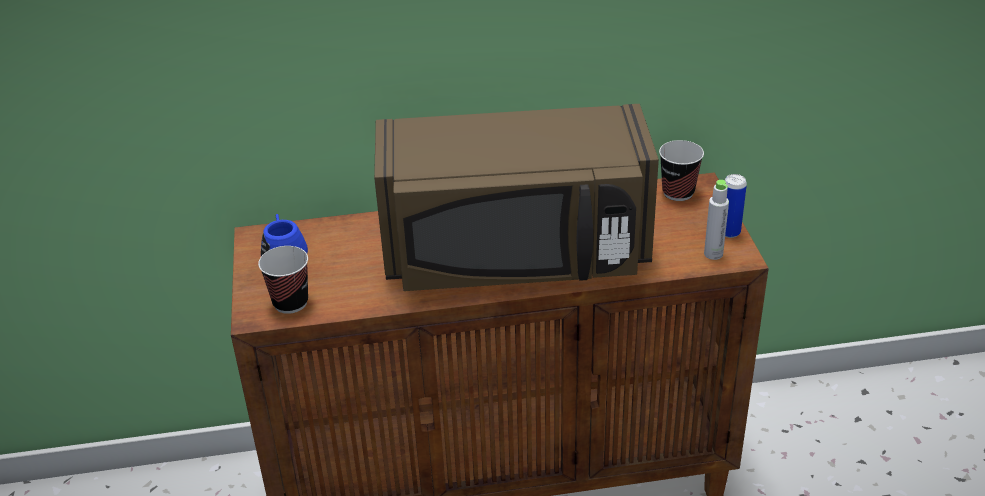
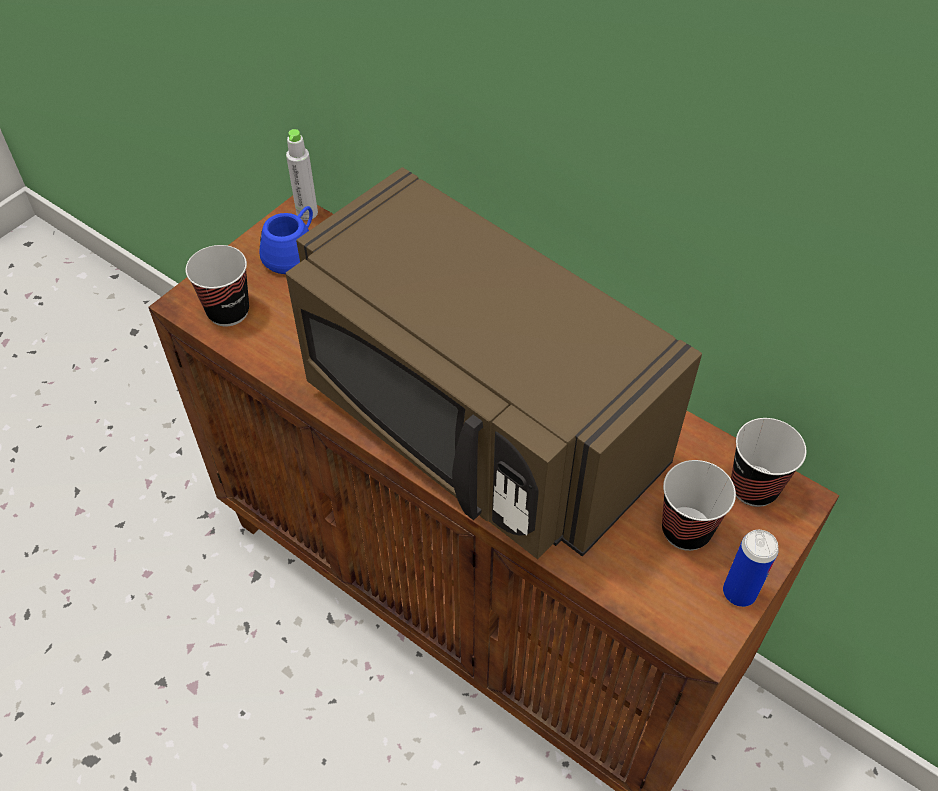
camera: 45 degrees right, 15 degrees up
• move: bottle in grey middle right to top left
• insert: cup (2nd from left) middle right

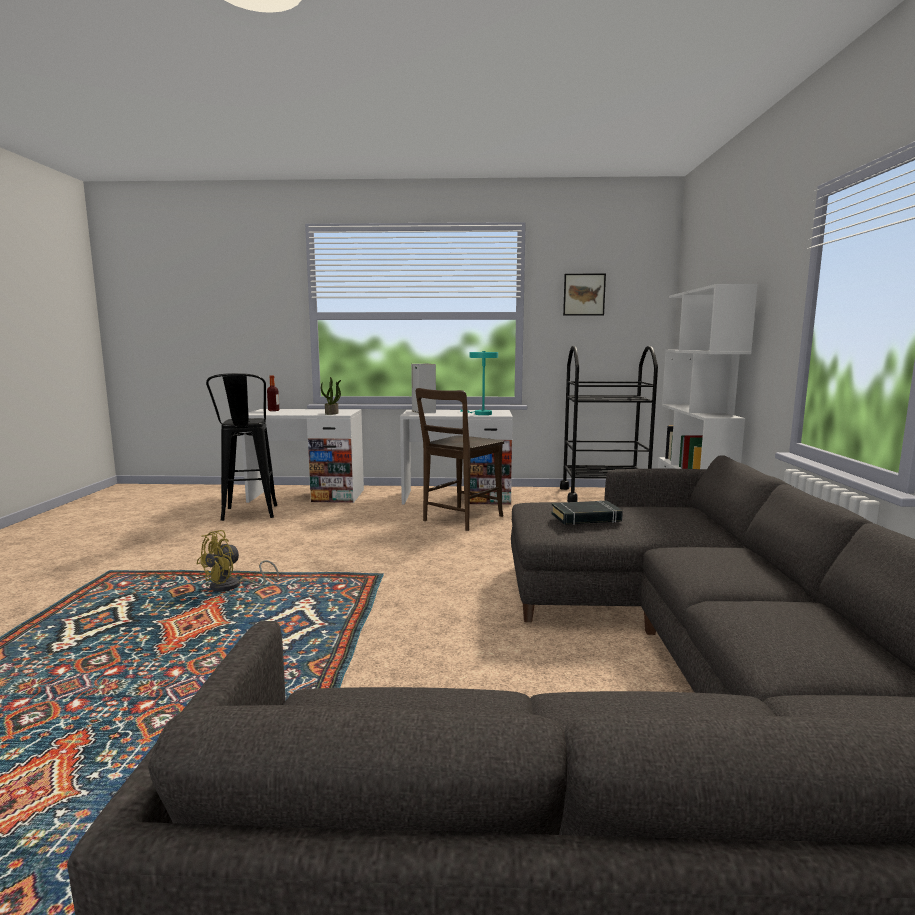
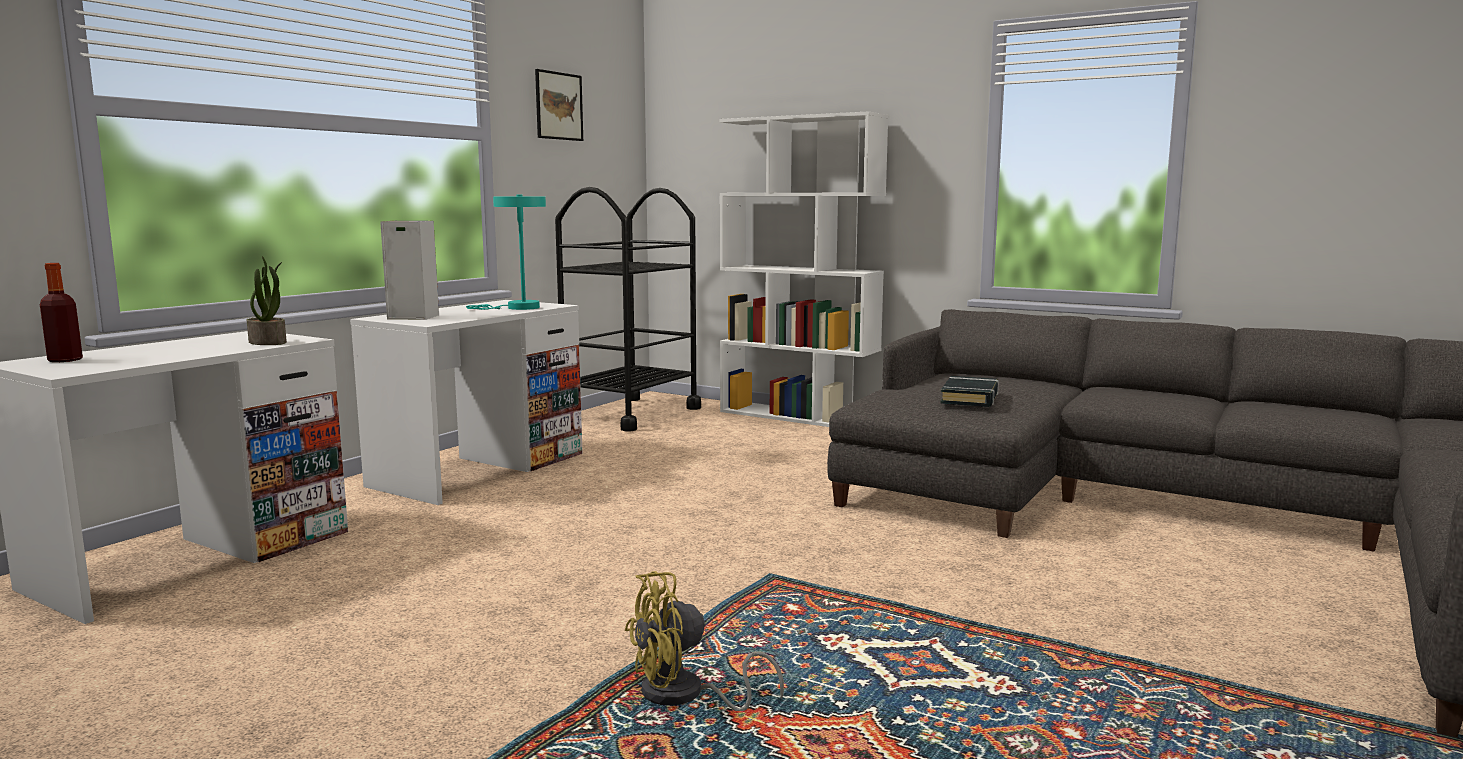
camera: 60 degrees left, 0 degrees up
• rotate: fan in yellow middle left = bottom centre 90 degrees clockwise
• delete: stool in black middle left
• delete: chair in brown centre

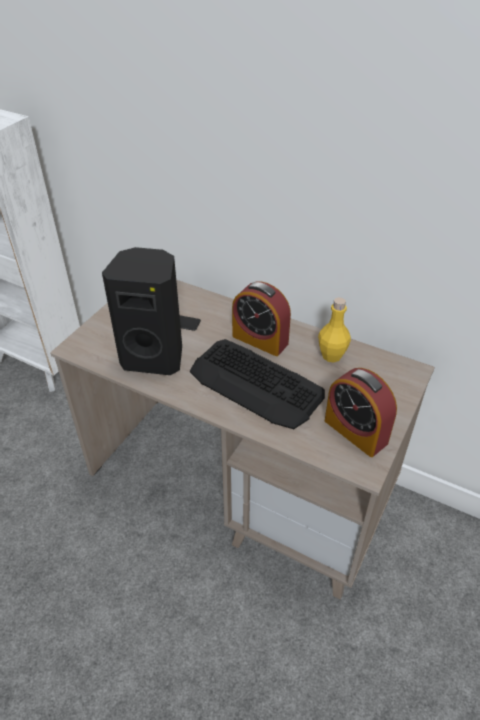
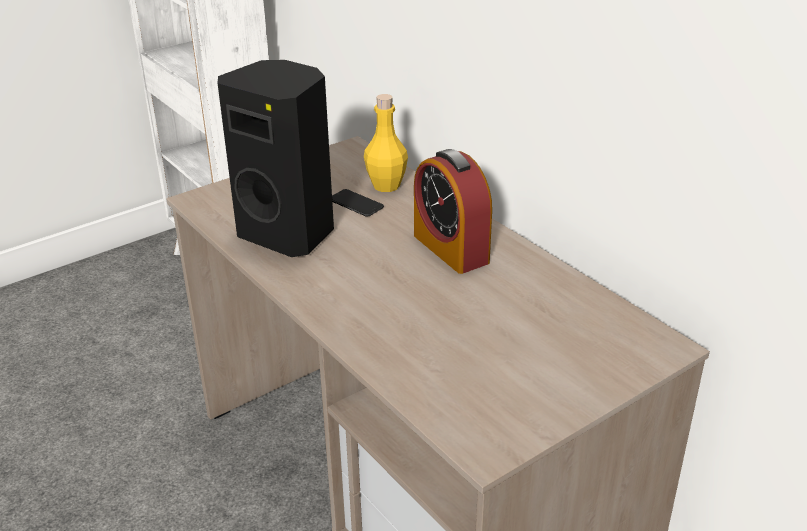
camera: 25 degrees right, 10 degrees down
• delete: keyboard centre
• move: bottle in yellow middle right to top centre
• delete: alarm clock (2nd from left) middle right

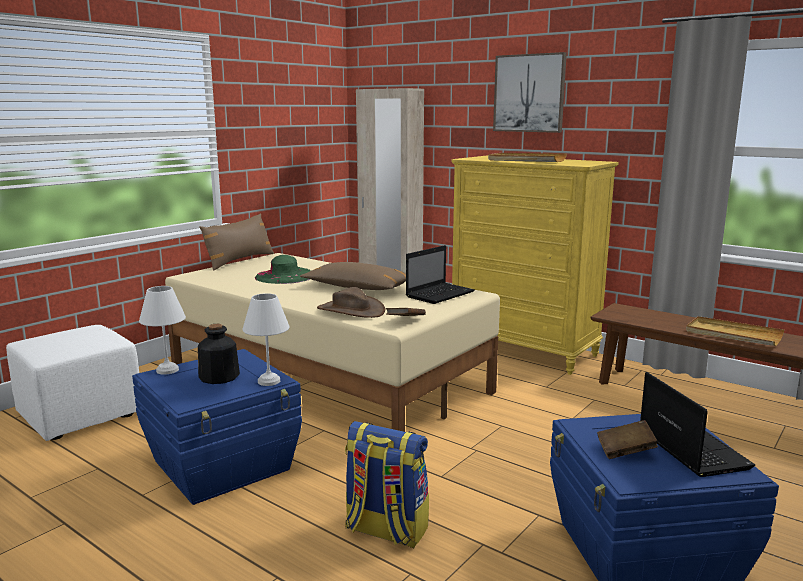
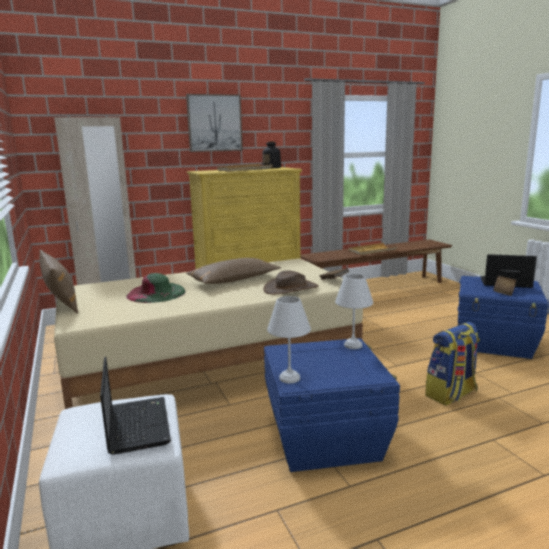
camera: 60 degrees left, 0 degrees up
• move: bottle middle left to top centre
• move: laptop (1st from left) centre to bottom left

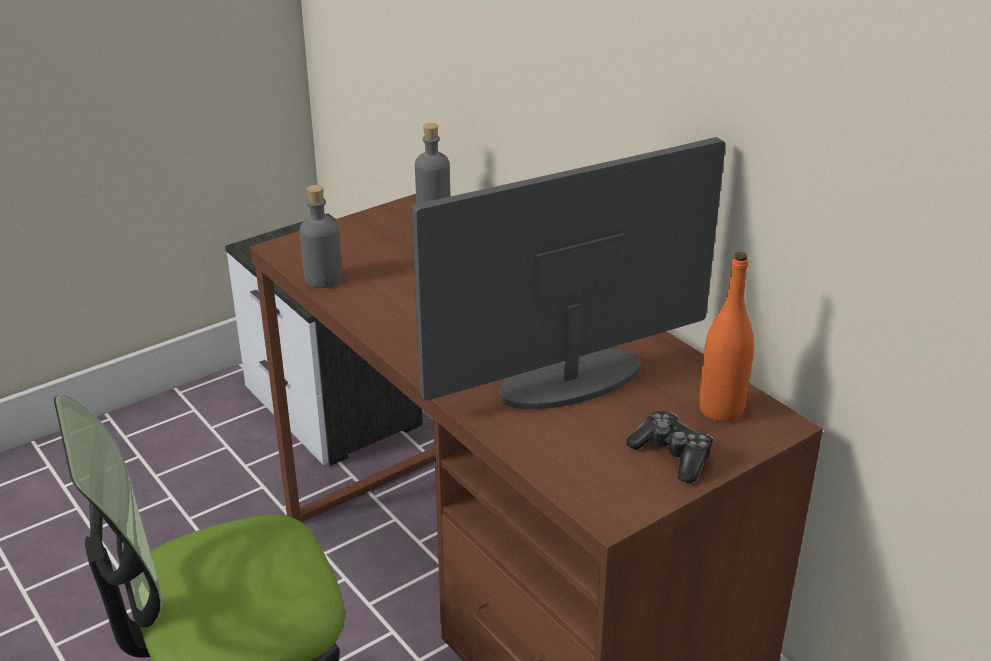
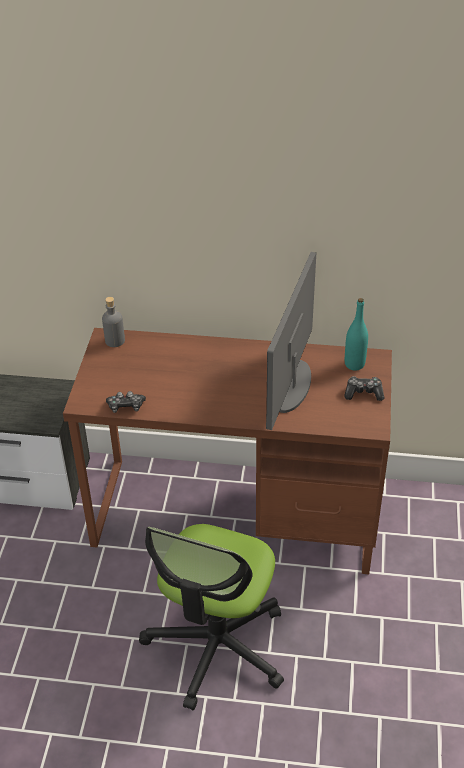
camera: 45 degrees left, 10 degrees up
• replace: bottle in grey (1st from left) middle left to game controller (1st from left) middle left
• recolor: bottle in orange middle right to bottle in turquoise middle right

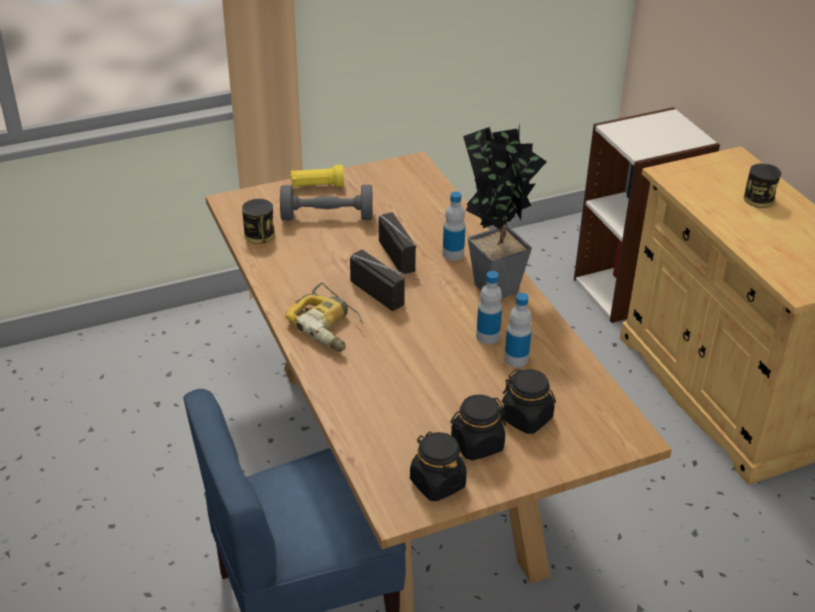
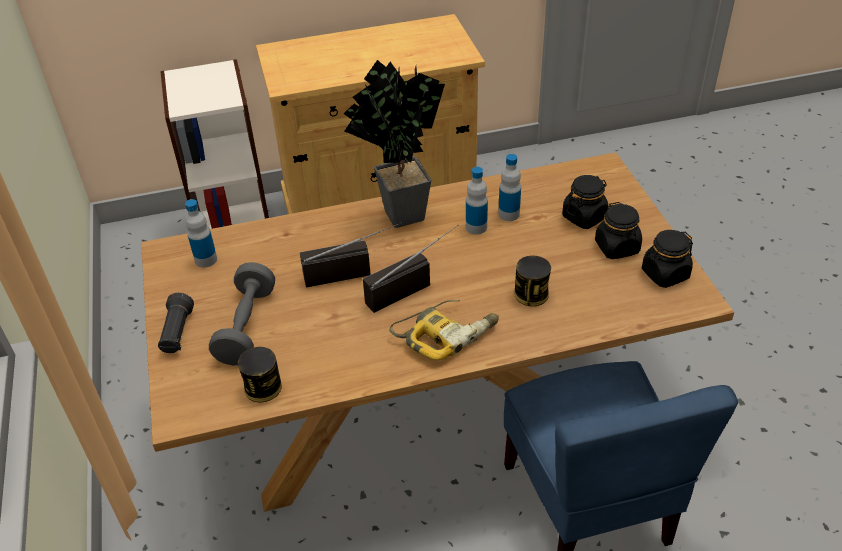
camera: 80 degrees left, 5 degrees up
• recolor: flashlight in yellow top centre to flashlight in black middle left
• move: bottle (1st from left) centre to middle left
• move: can (2nd from left) top right to centre

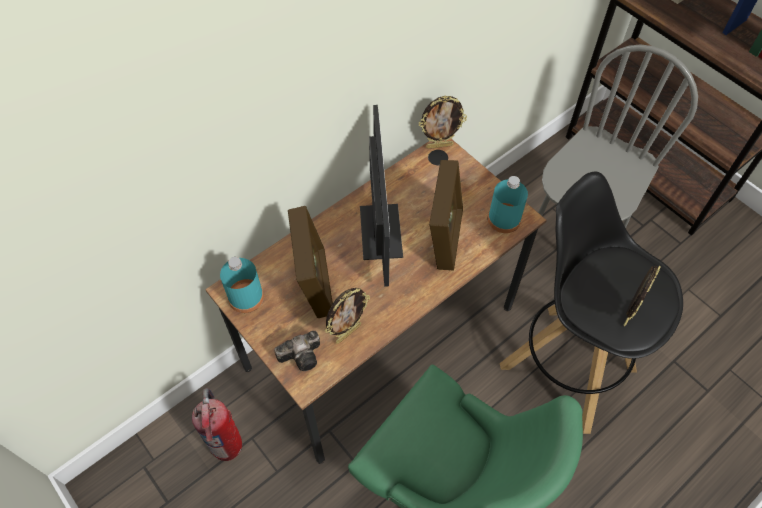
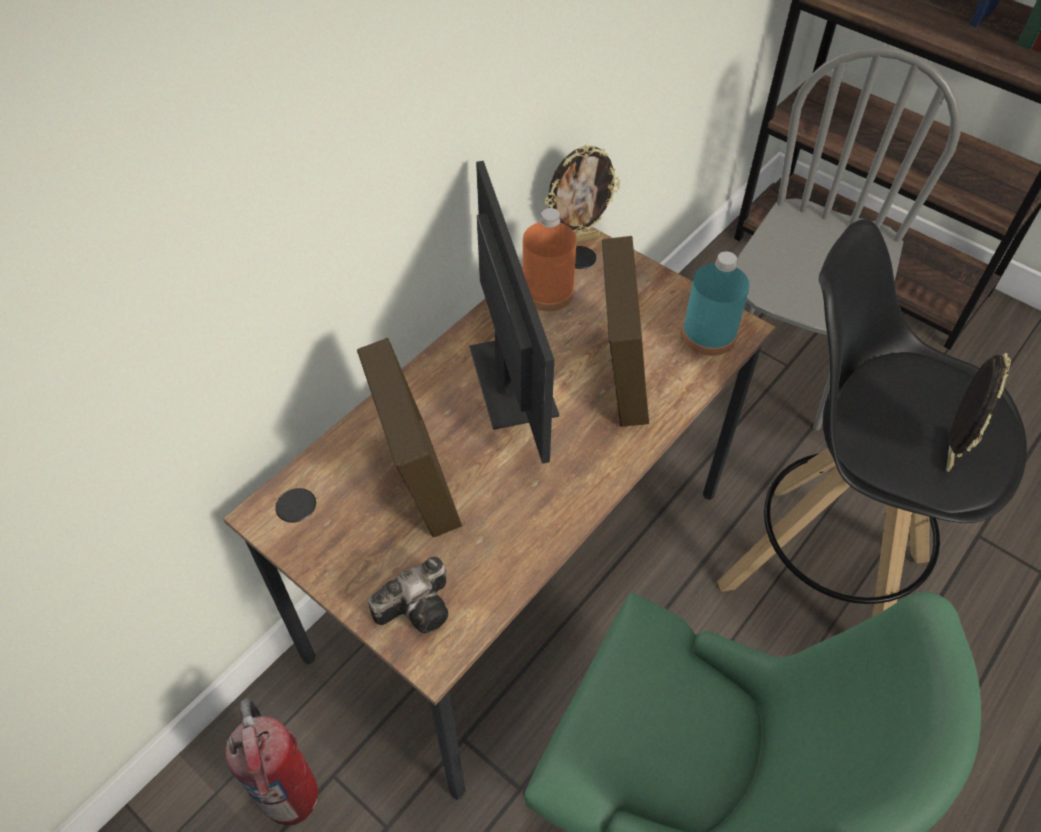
camera: 10 degrees left, 5 degrees down
• delete: bottle in turquoise (1st from left) middle left
• delete: picture frame (2nd from left) centre
• insert: bottle in orange top centre

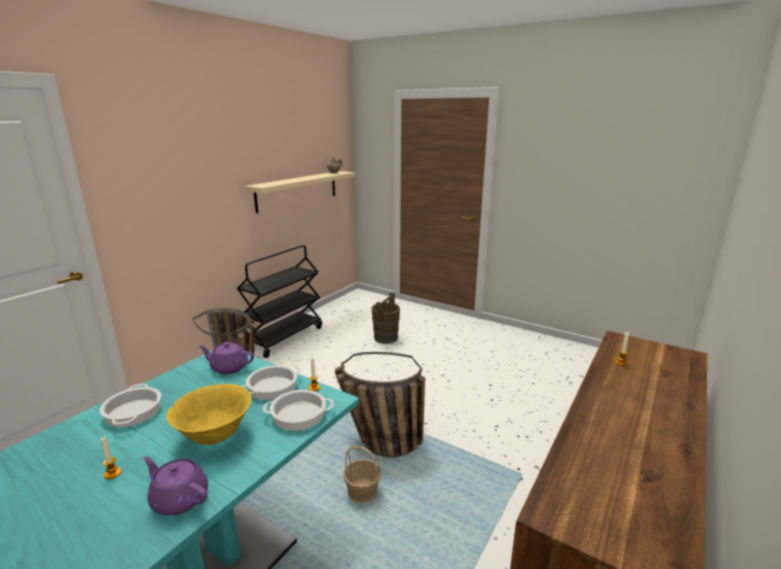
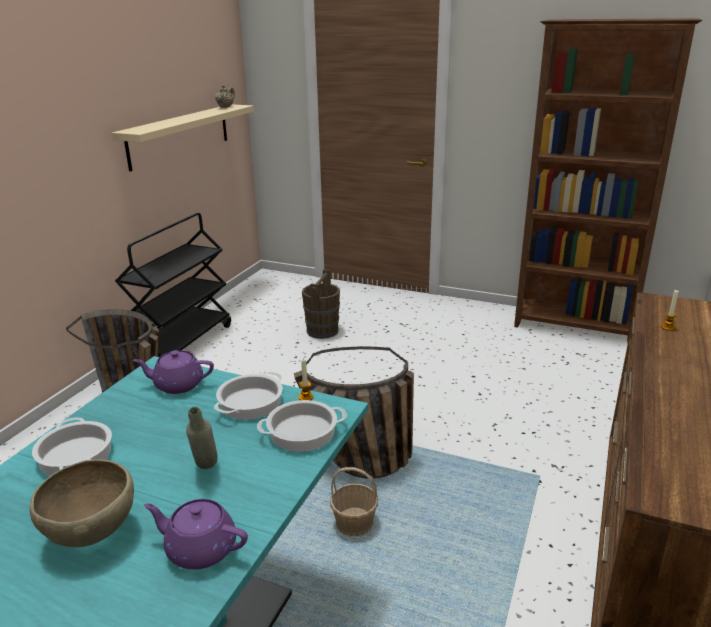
camera: 10 degrees left, 5 degrees up
• replace: candle (1st from left) bottom left to bowl in brown bottom left
• replace: bowl in yellow bottom left to bottle in grey bottom left
• insert: bookcase in brown top right

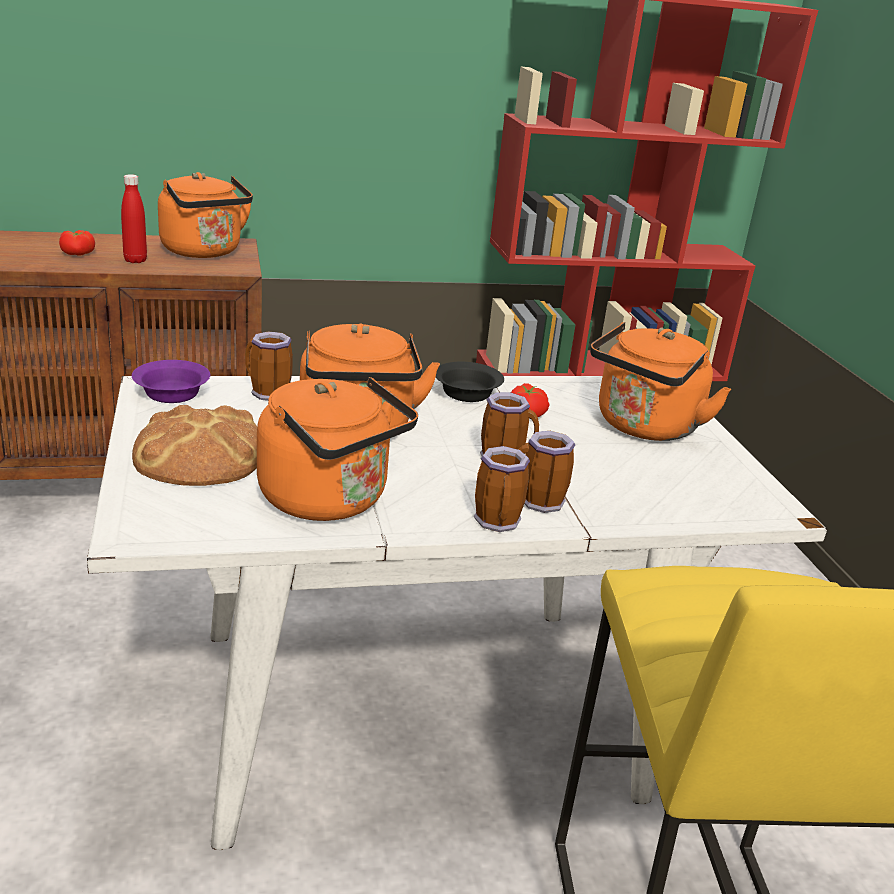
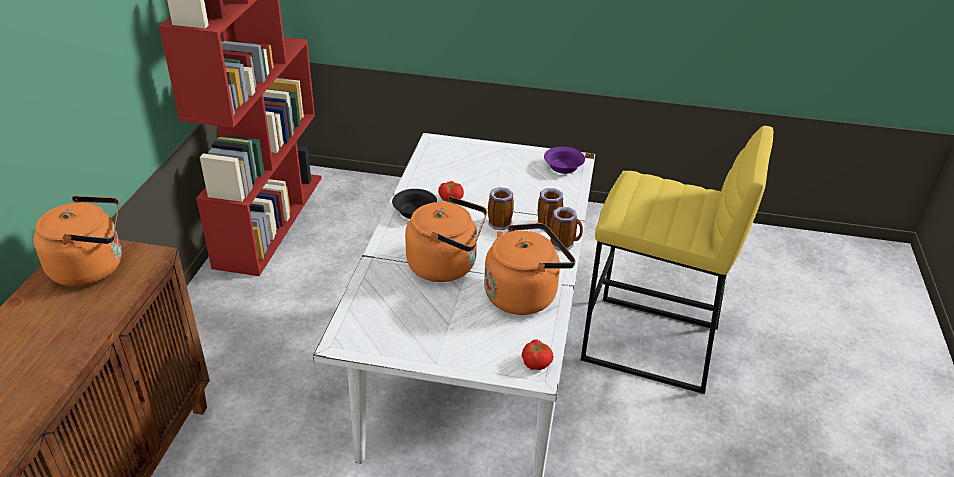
camera: 65 degrees left, 10 degrees up
• move: tomato (1st from left in the first image) top left to tomato (2nd from left) bottom centre
• delete: bottle in red top left
• move: bowl in purple middle left to centre
• delete: bread middle left
• delete: mug (1st from left) middle left
• delete: kettle in orange (4th from left) middle right

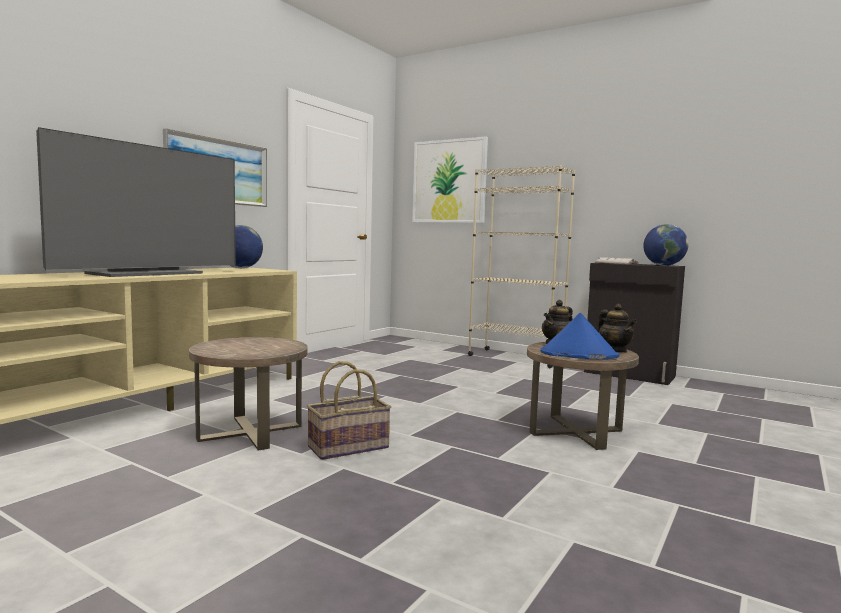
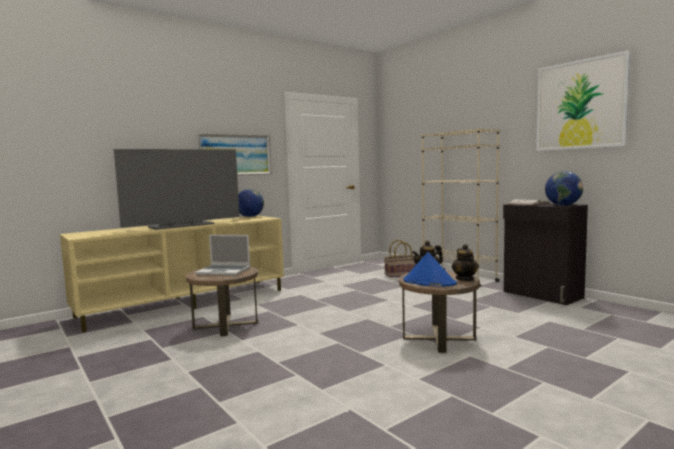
camera: 20 degrees right, 0 degrees up
• move: basket bottom centre to centre
• move: picture (2nd from left) top centre to top right
• insert: laptop middle left

